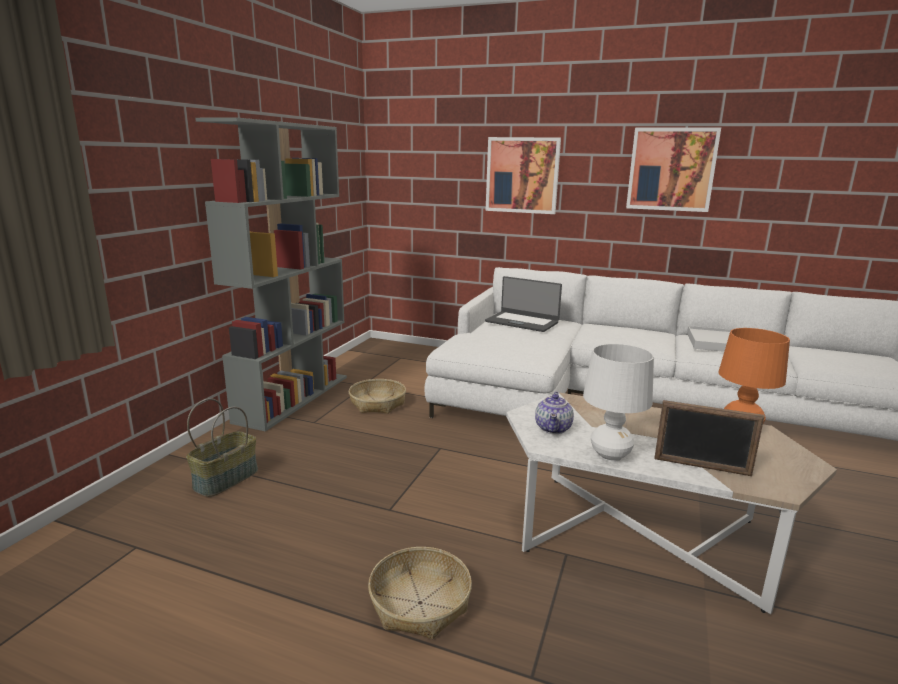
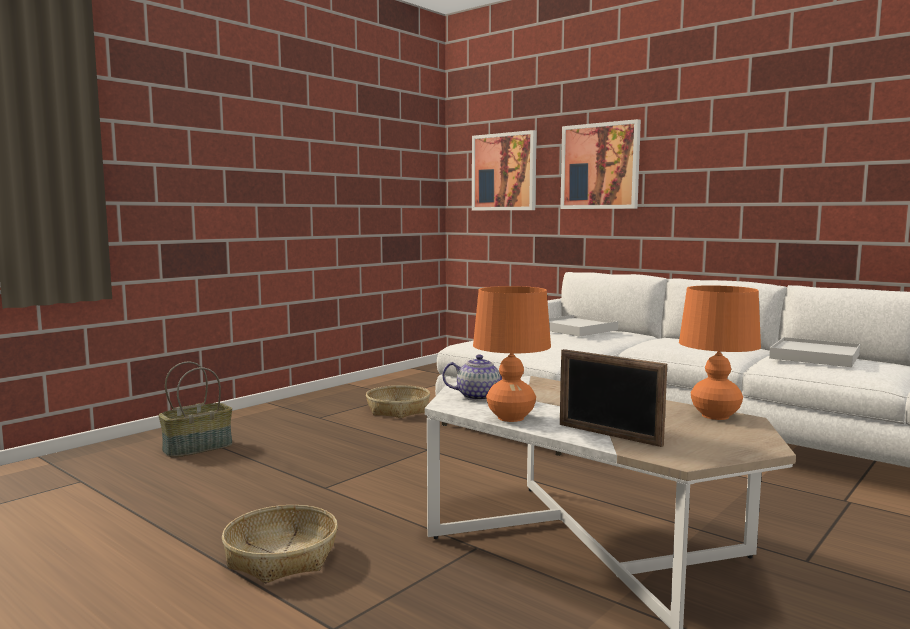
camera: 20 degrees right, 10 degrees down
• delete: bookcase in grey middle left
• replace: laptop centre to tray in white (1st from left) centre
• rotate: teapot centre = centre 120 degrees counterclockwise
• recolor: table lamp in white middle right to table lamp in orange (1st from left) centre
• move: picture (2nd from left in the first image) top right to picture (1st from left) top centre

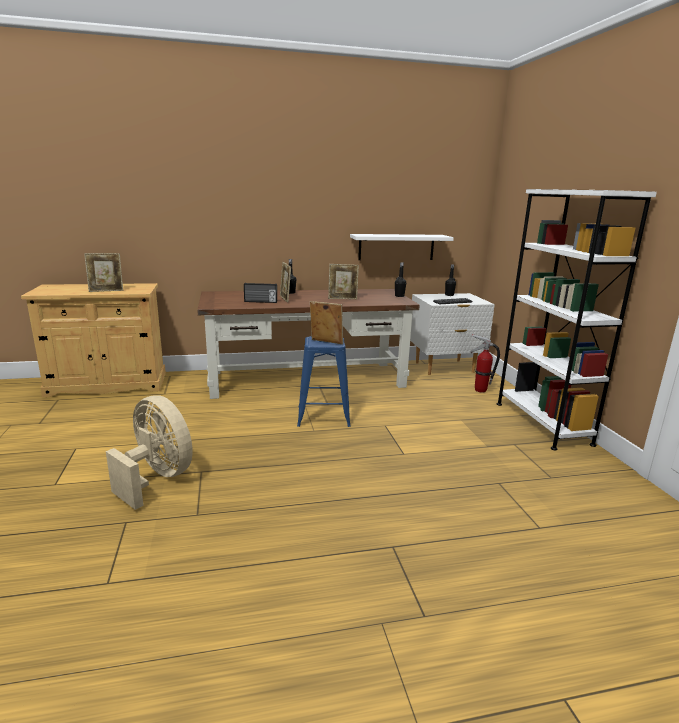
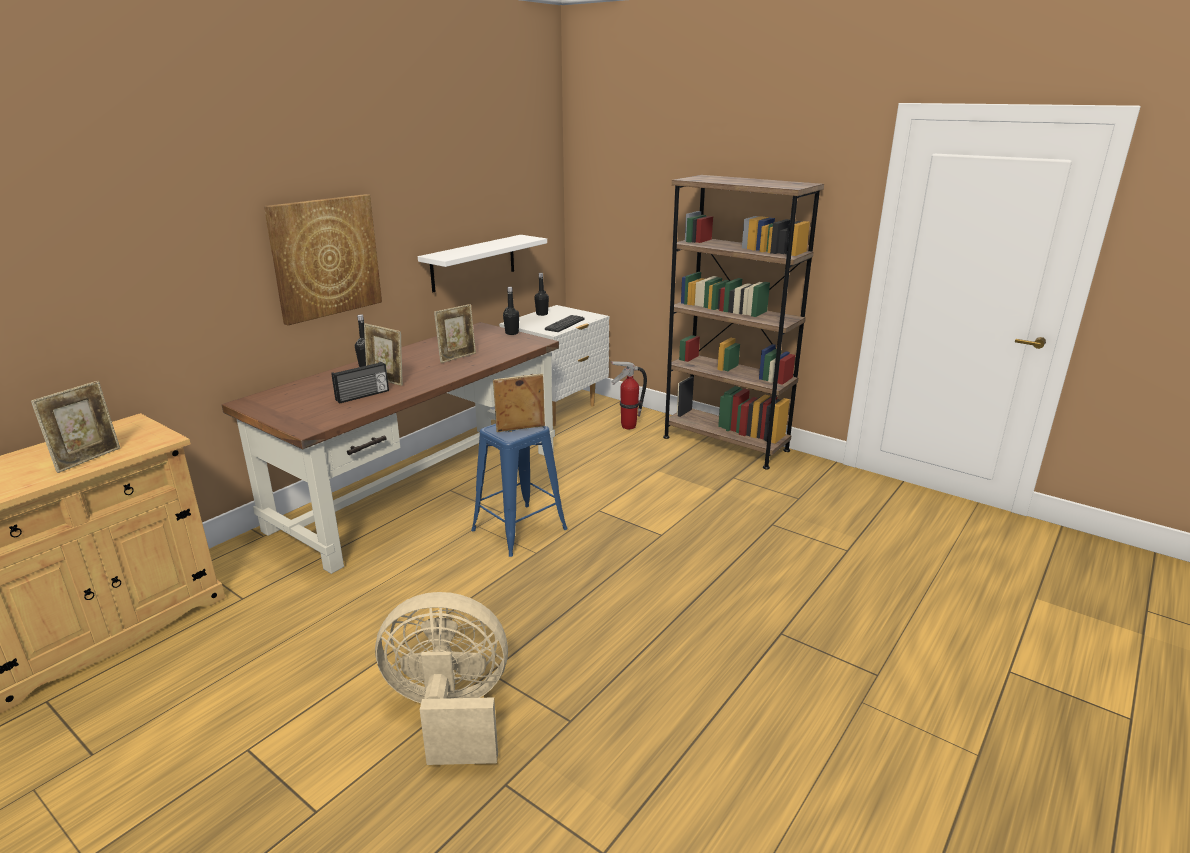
camera: 40 degrees left, 5 degrees up
• recolor: bookcase in white middle right to bookcase in brown centre
• insert: picture top left

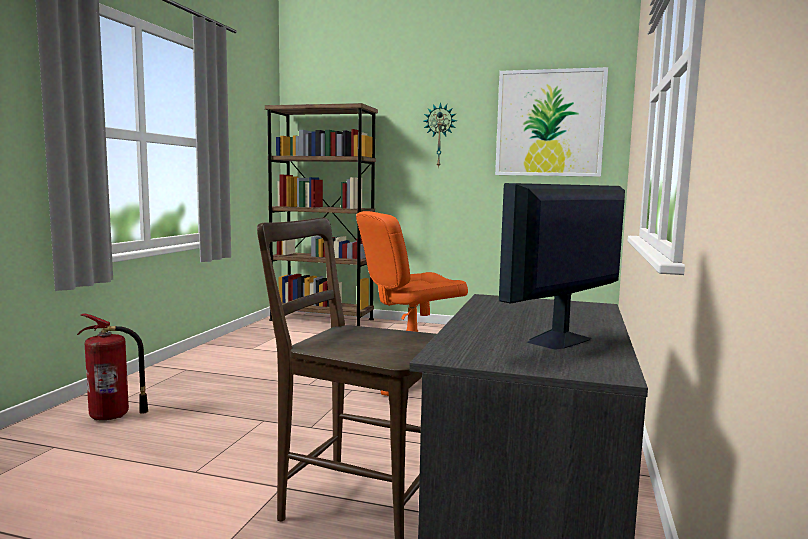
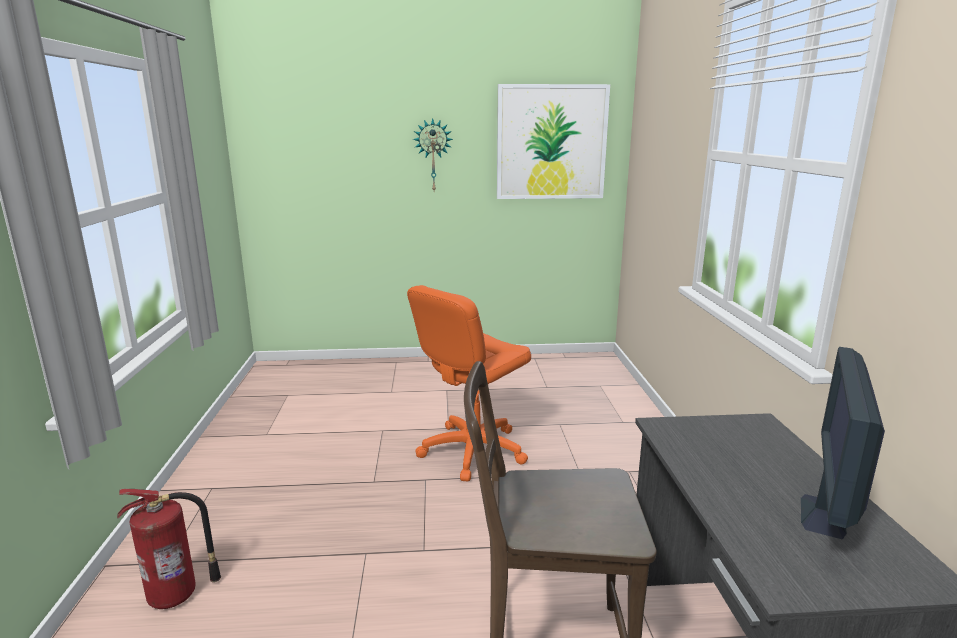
camera: 20 degrees left, 10 degrees up
• delete: bookcase in brown centre

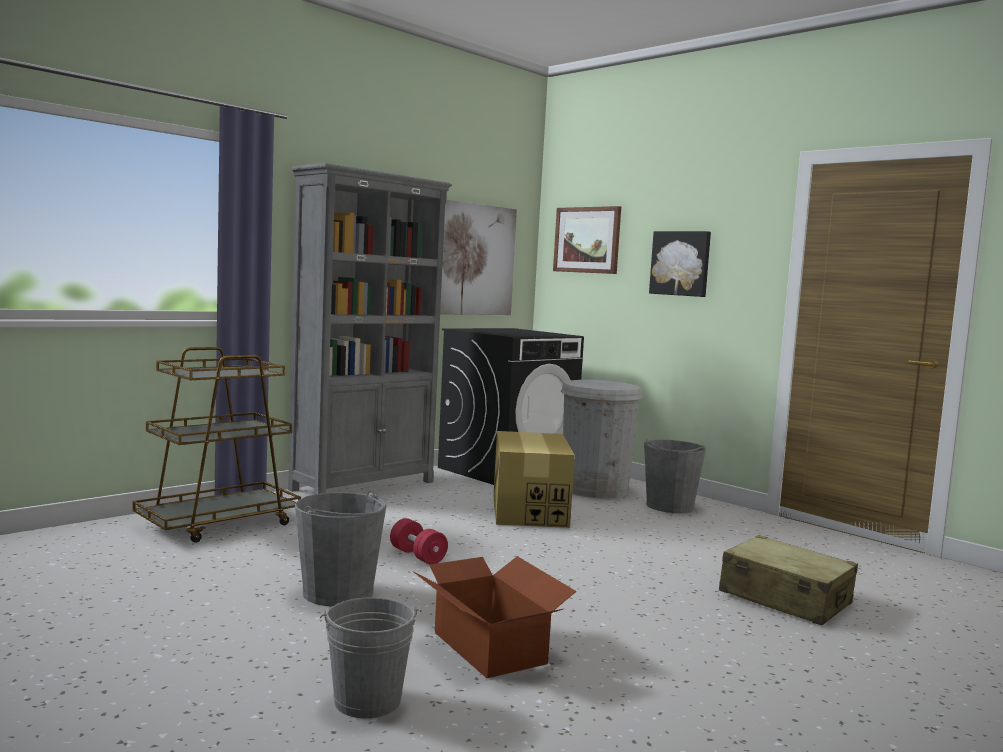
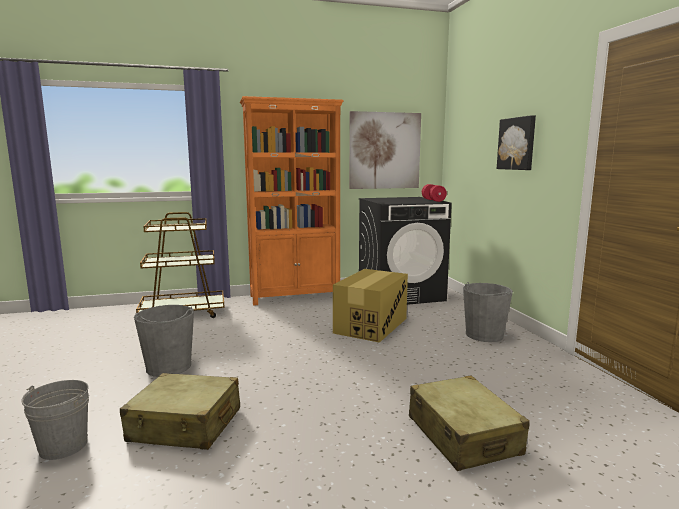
camera: 30 degrees right, 5 degrees up
• recolor: bookcase in grey centre to bookcase in orange centre
• move: dumbbell in red bottom centre to centre
• replace: cardboard box (1st from left) bottom centre to suitcase in beige (1st from left) bottom left
• delete: picture (2nd from left) top centre
• delete: trash can in white centre

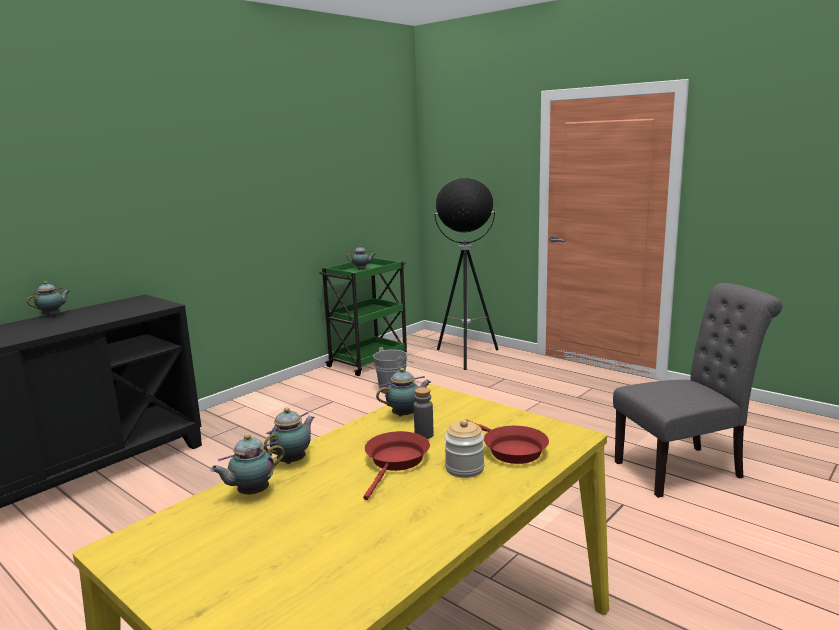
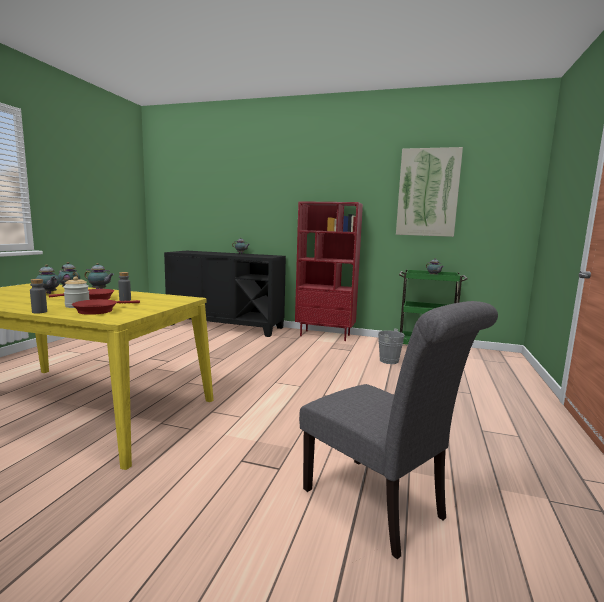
camera: 65 degrees right, 5 degrees down
• move: teapot (5th from left in the first image) centre to teapot (1st from left) middle left
• delete: floor lamp centre
• insert: bottle in grey (1st from left) middle left
• insert: bookcase in red centre
• insert: picture top right

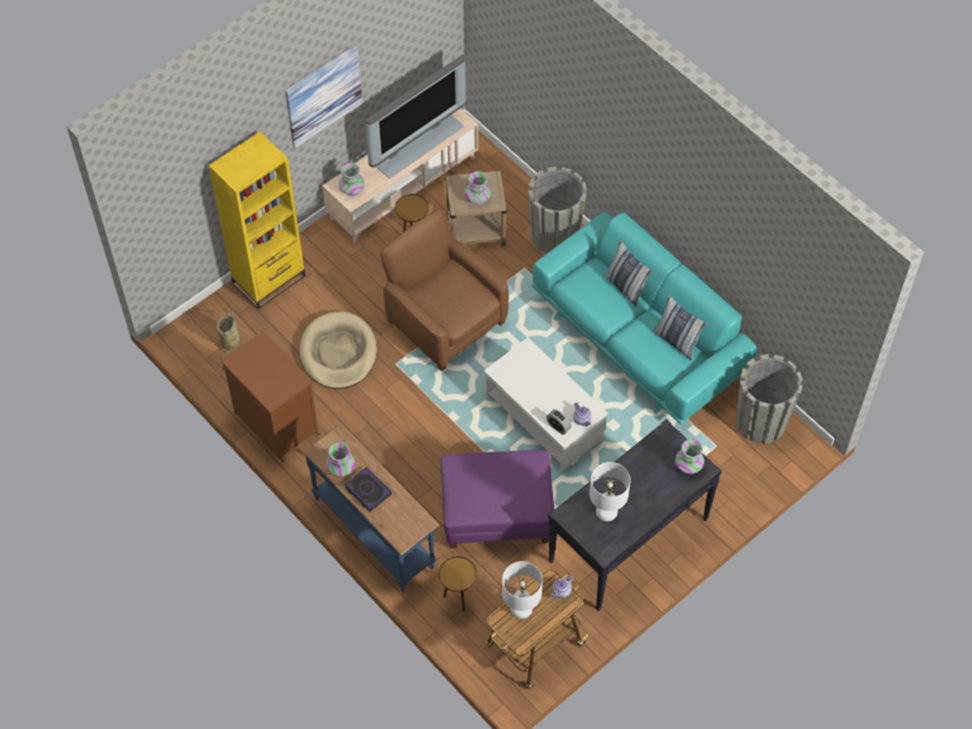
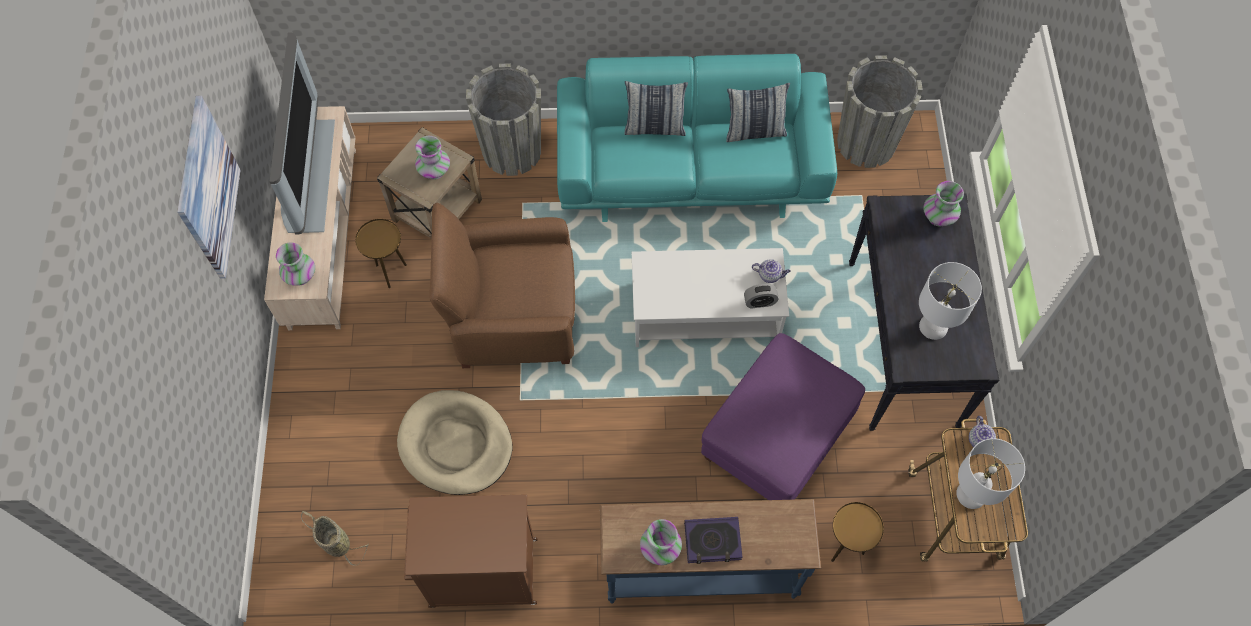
camera: 50 degrees left, 5 degrees up
• delete: bookcase in yellow top left

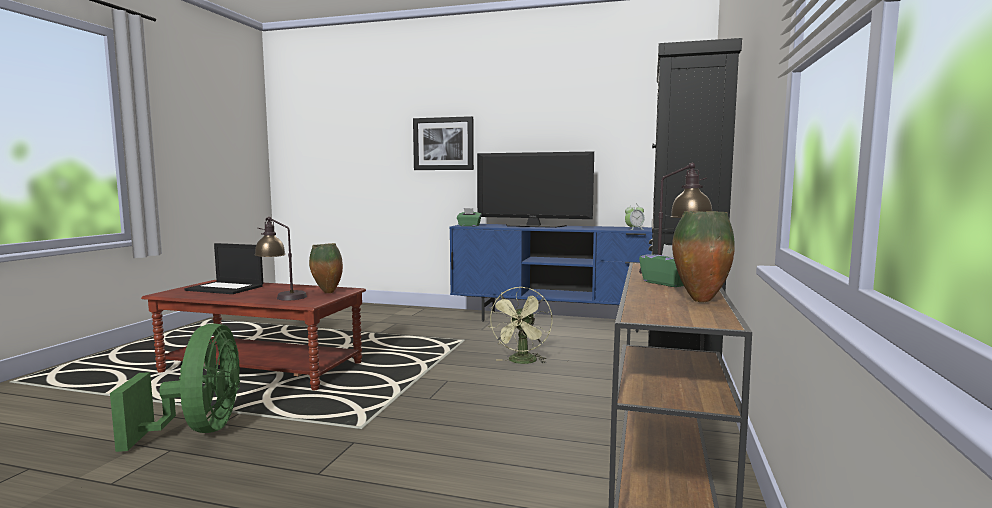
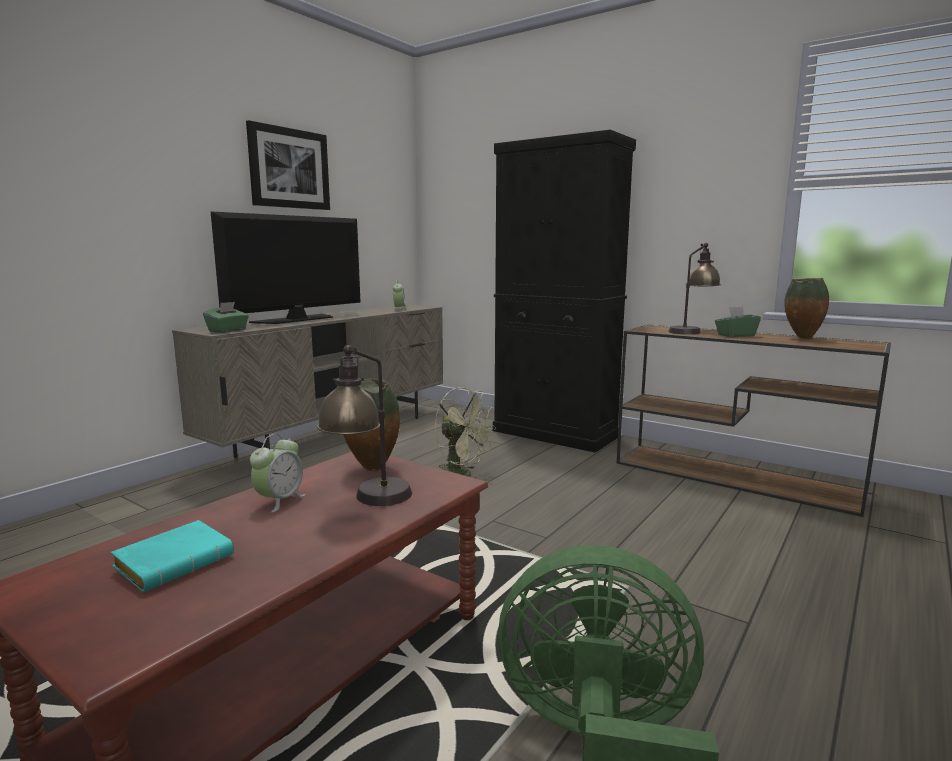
camera: 70 degrees left, 5 degrees up
• replace: laptop middle left to book in turquoise bottom left
• move: picture top centre to top left
• recolor: tv stand in blue centre to tv stand in beige middle left
• insert: alarm clock (1st from left) middle left

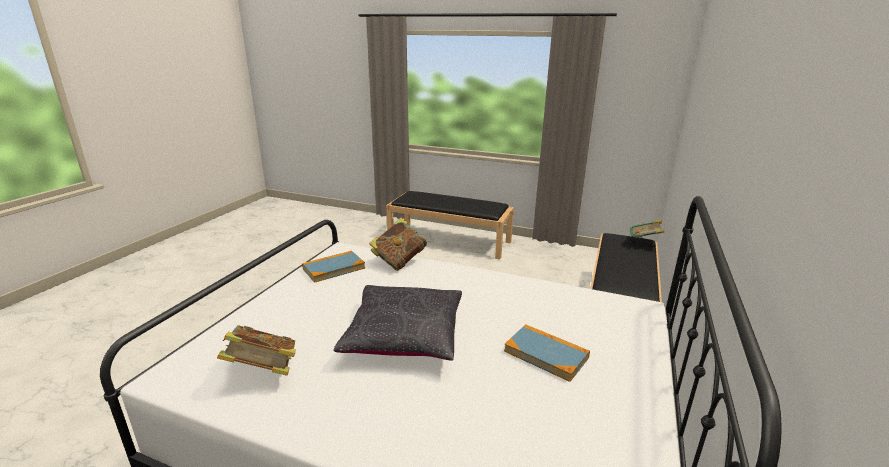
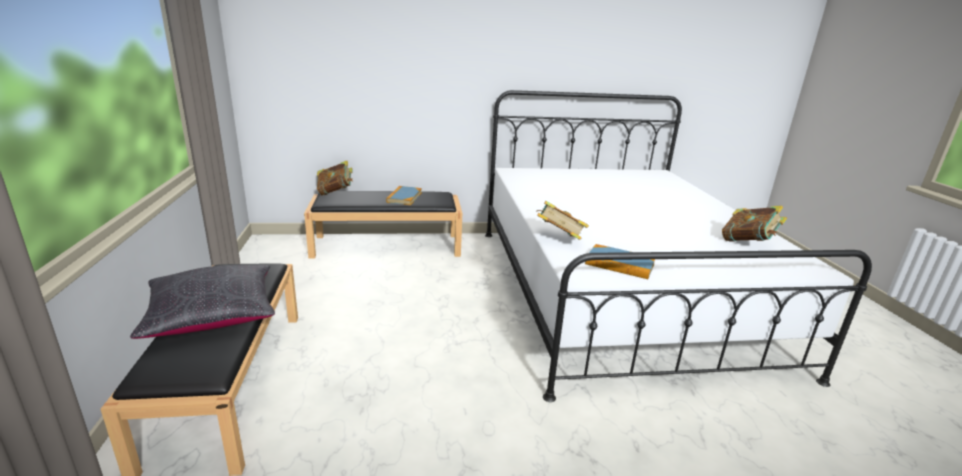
camera: 120 degrees left, 0 degrees up
• move: pillow in black bottom centre to middle left
• move: book (4th from left in the first image) bottom centre to book (2nd from left) centre

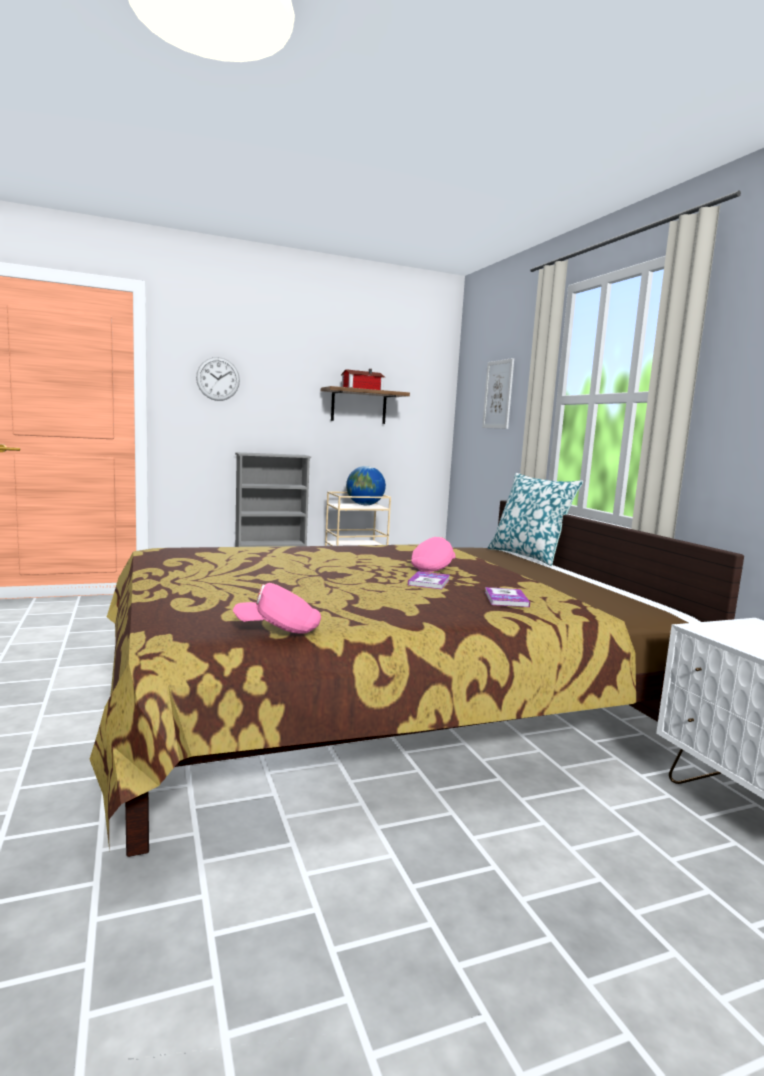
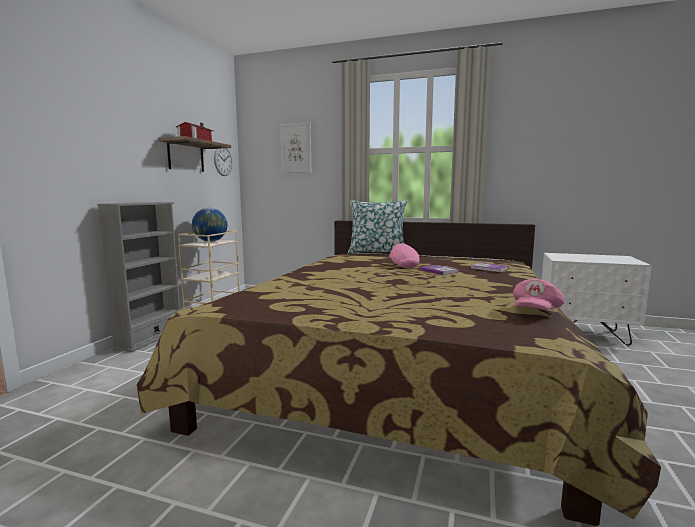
camera: 50 degrees left, 0 degrees up
• move: wall clock middle left to top left

